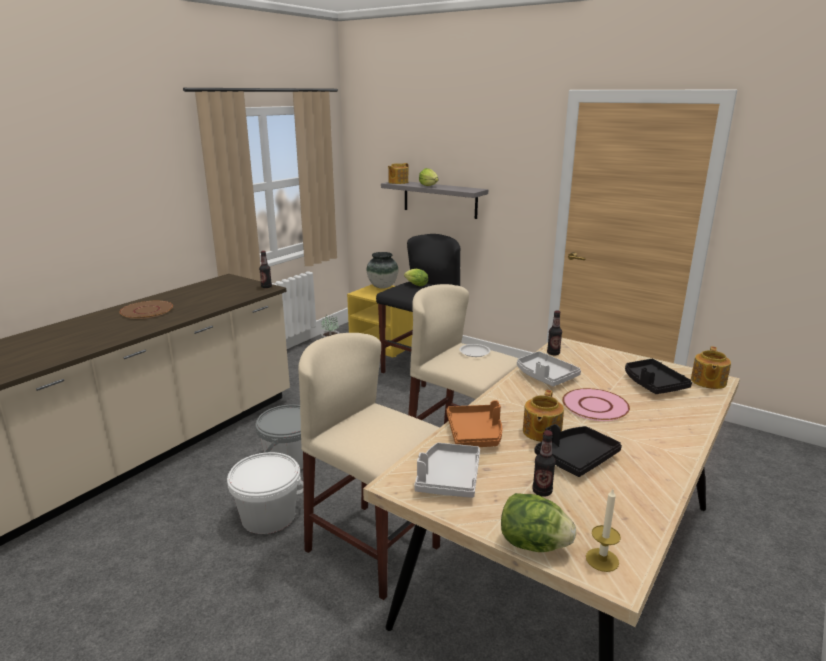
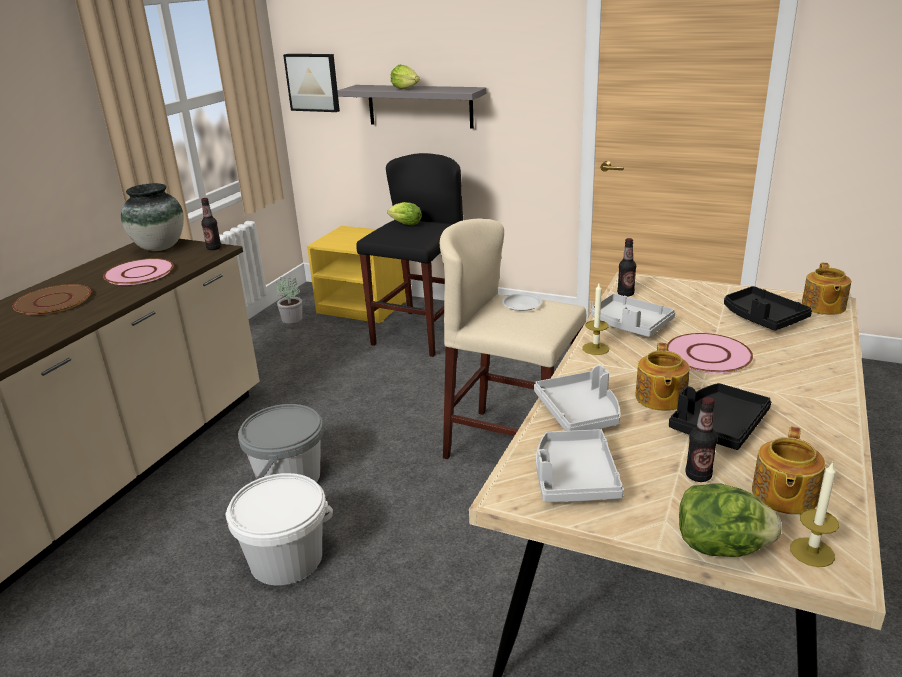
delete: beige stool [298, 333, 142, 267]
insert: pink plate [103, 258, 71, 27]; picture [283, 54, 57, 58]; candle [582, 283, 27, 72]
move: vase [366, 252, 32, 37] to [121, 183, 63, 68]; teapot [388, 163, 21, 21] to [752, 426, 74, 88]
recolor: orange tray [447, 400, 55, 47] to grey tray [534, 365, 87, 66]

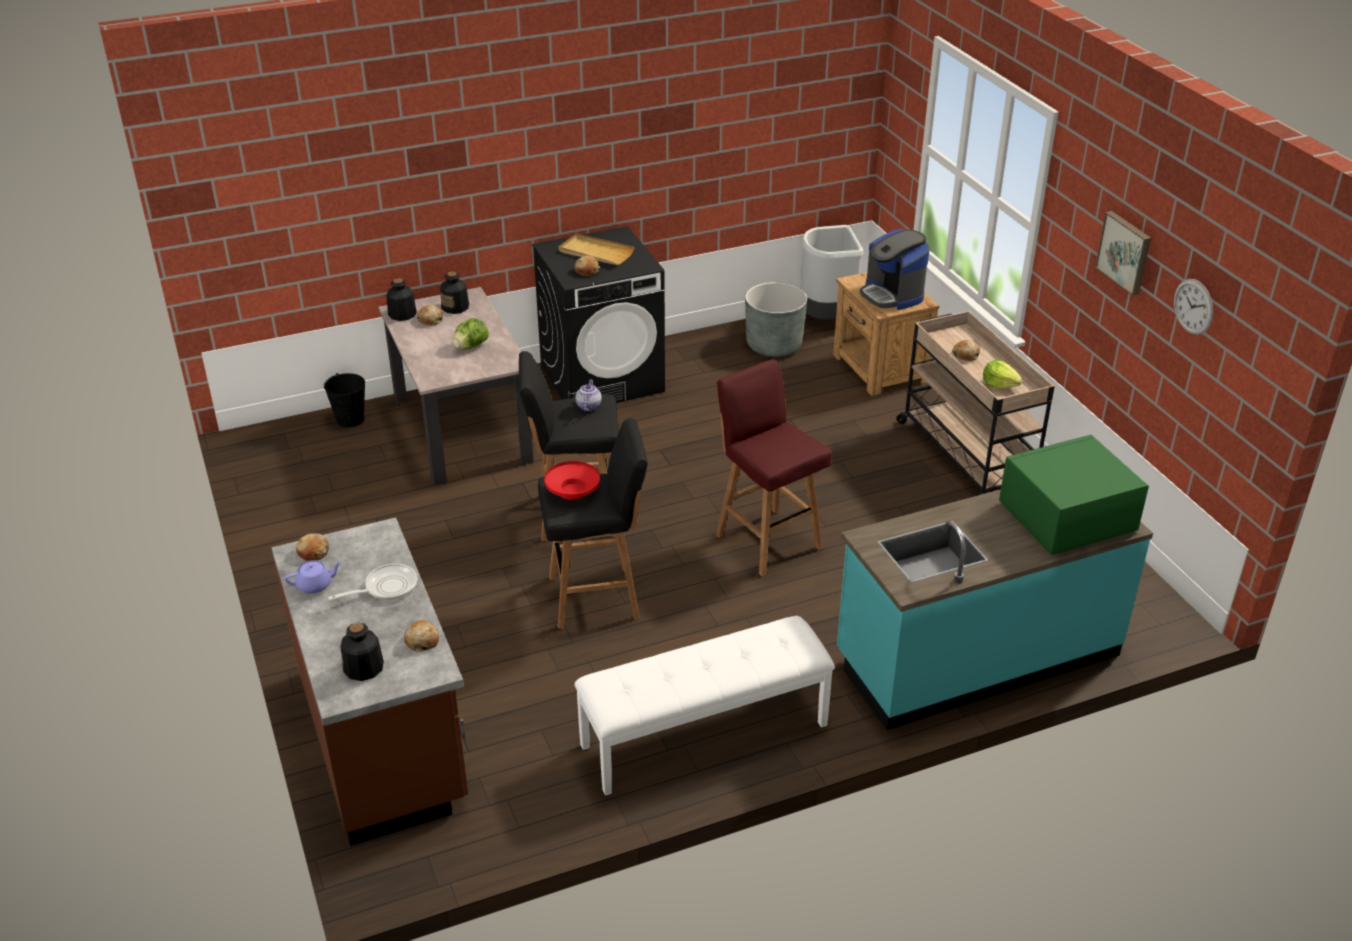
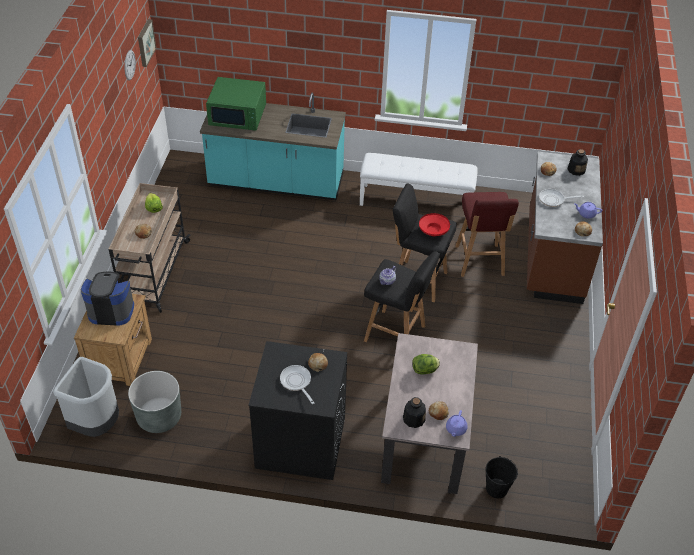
move: picture [1095, 211, 56, 85] to [138, 19, 18, 48]; red stool [716, 359, 116, 217] to [455, 192, 64, 85]
replace: beige tray [559, 234, 76, 31] to frying pan [280, 365, 34, 39]; bottle [386, 278, 31, 43] to purple teapot [446, 410, 22, 27]
rotate: coffee machine [860, 229, 70, 81] = [81, 272, 53, 53] 90 degrees counterclockwise

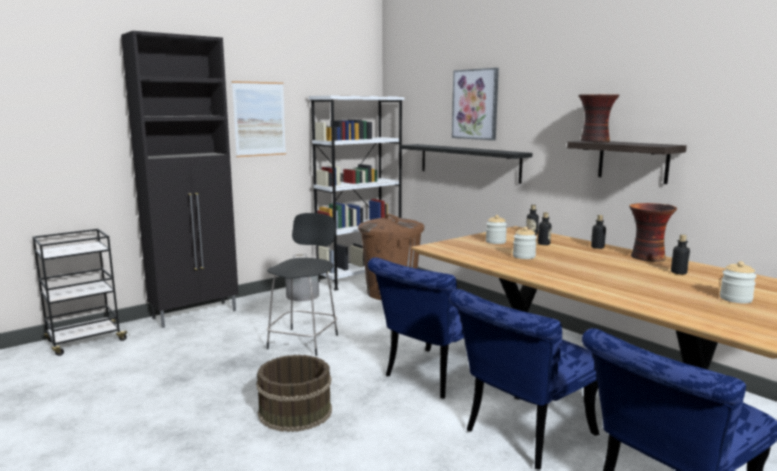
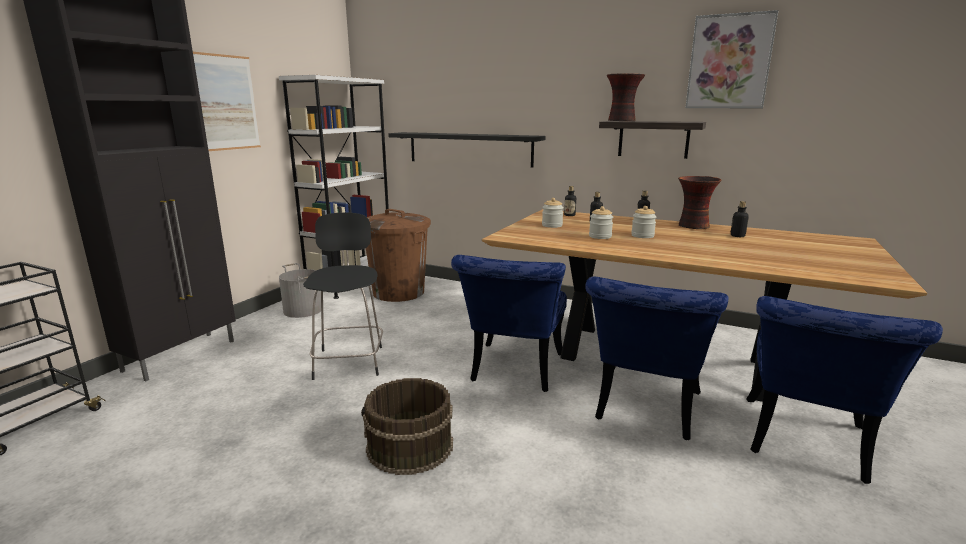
move: jar [720, 261, 37, 43] to [631, 206, 26, 32]; picture [452, 68, 47, 72] to [685, 10, 94, 98]

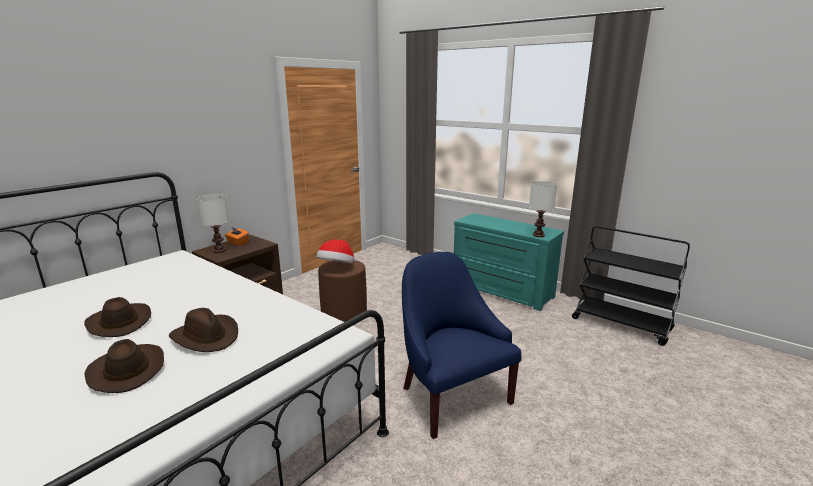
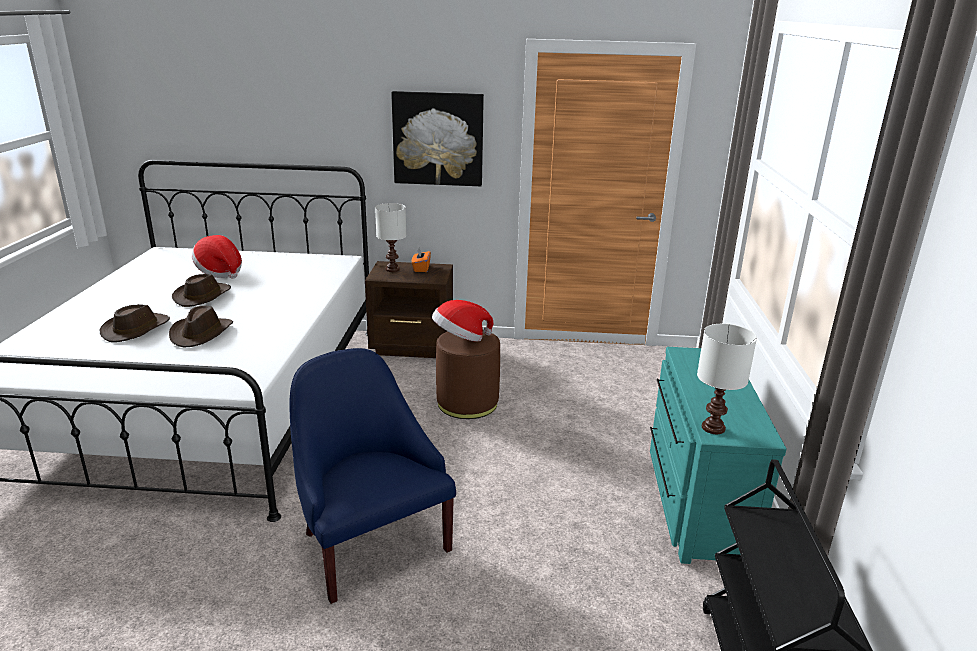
insert: hat [192, 235, 50, 44]; picture [391, 91, 93, 95]
rotate: blue armchair [402, 252, 120, 187] = [289, 348, 167, 256] 60 degrees counterclockwise

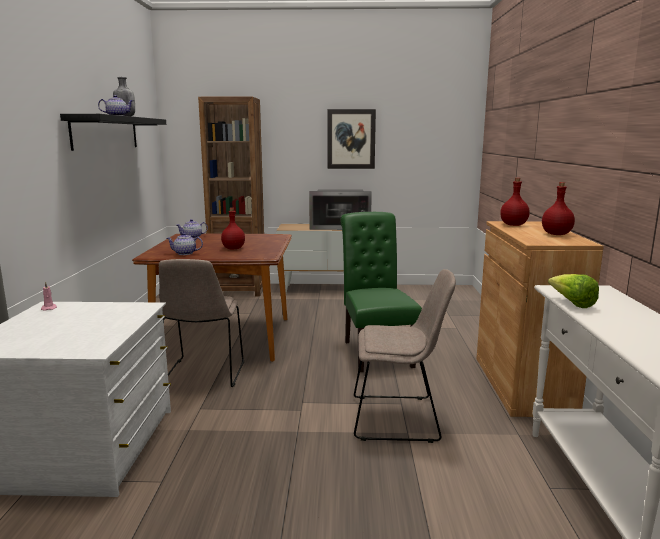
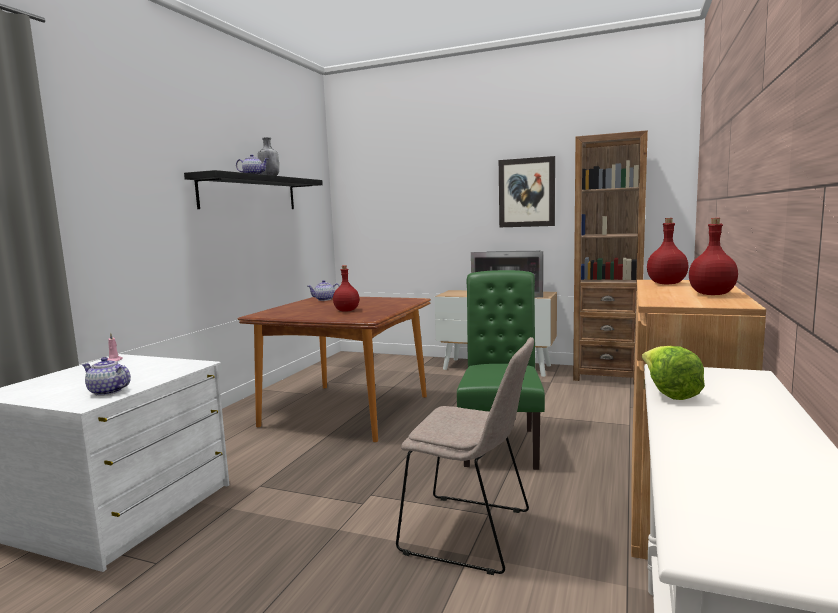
delete: beige chair [159, 259, 85, 128]
move: teapot [166, 233, 37, 22] to [82, 357, 49, 39]; brown bookcase [198, 97, 66, 200] to [573, 130, 75, 255]

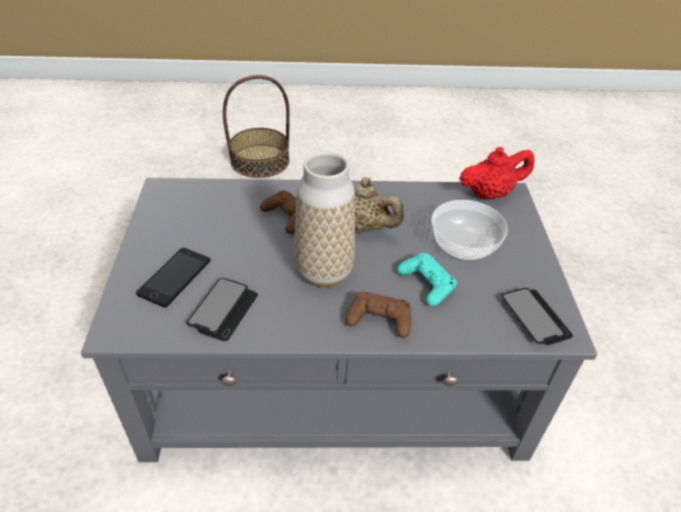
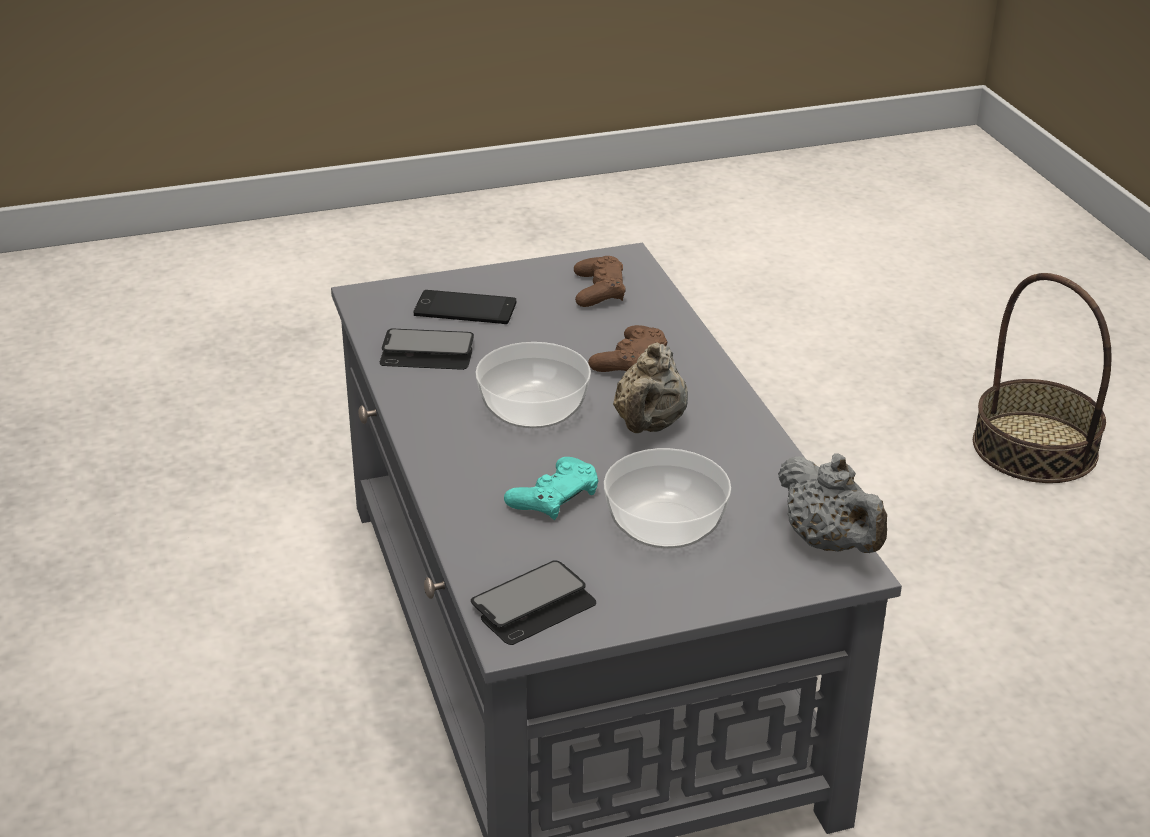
move: brown game controller [345, 292, 66, 46] to [574, 256, 52, 51]
replace: vase [294, 151, 61, 136] to bowl [475, 342, 116, 86]
recolor: red teapot [459, 147, 76, 53] to grey teapot [778, 454, 109, 99]

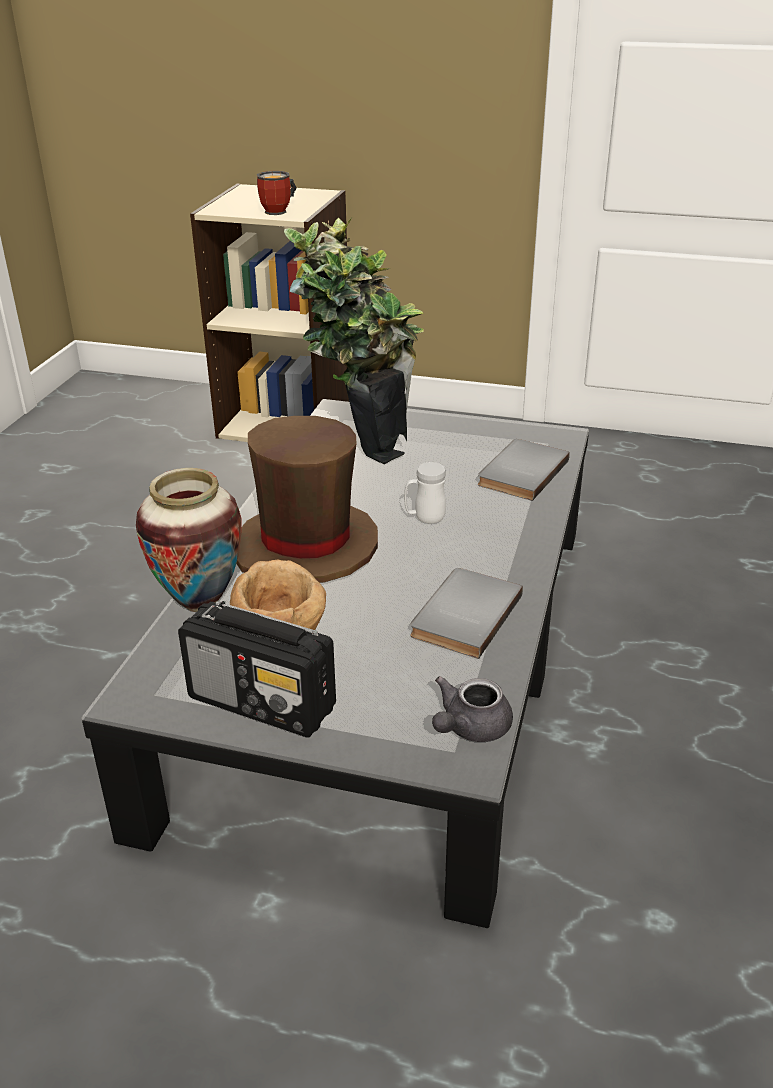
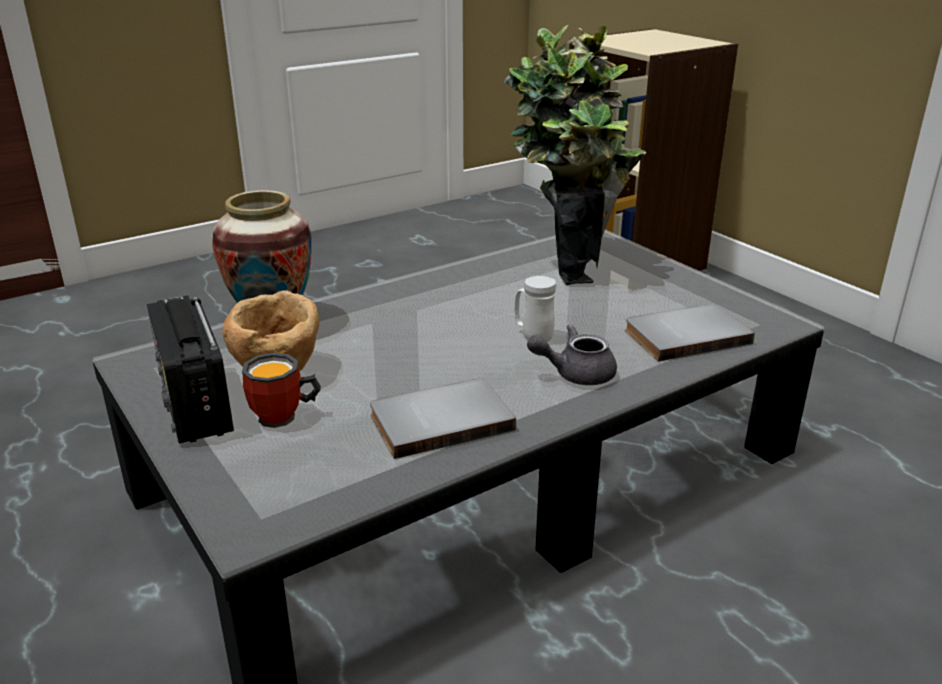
delete: brown hat [236, 416, 142, 167]
move: mug [257, 171, 40, 44] to [242, 352, 79, 76]; grey teapot [432, 676, 81, 66] to [527, 324, 90, 61]

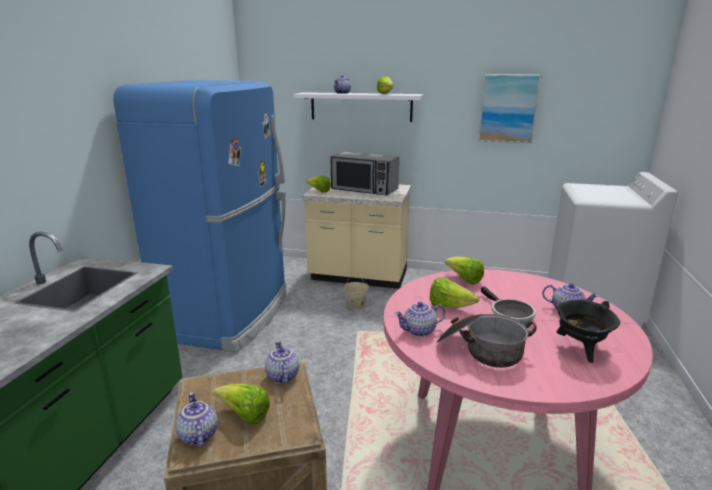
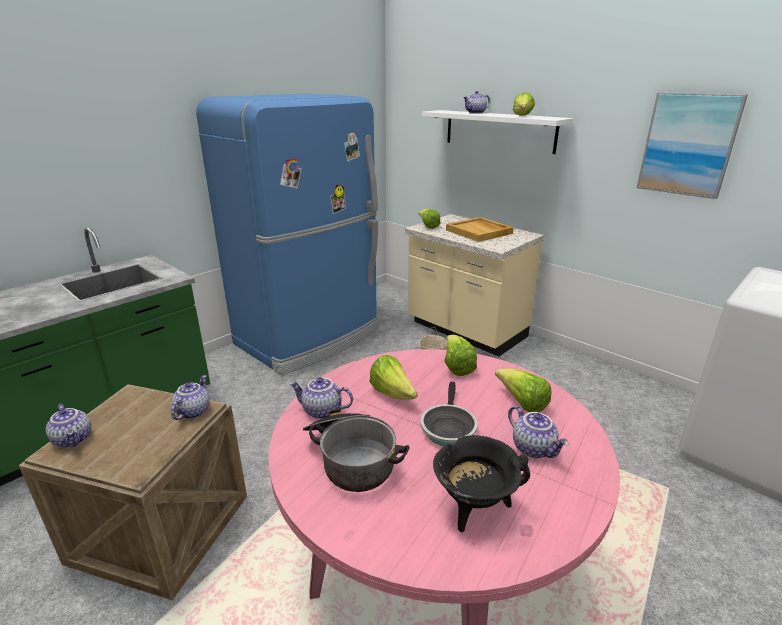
move: lettuce [213, 384, 57, 40] to [495, 369, 56, 43]
replace: microwave [330, 152, 69, 43] to beige tray [446, 217, 68, 25]
rotate: teapot [175, 392, 43, 56] = [46, 404, 45, 44] 135 degrees clockwise

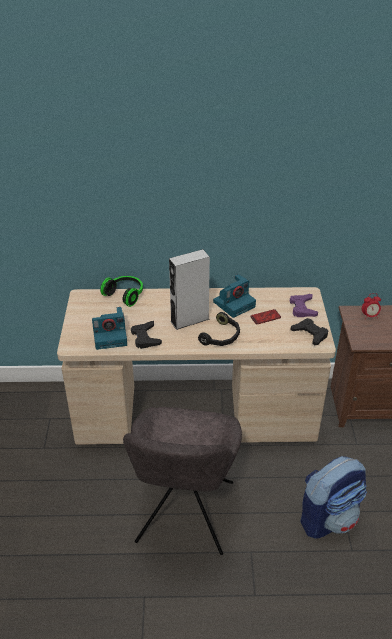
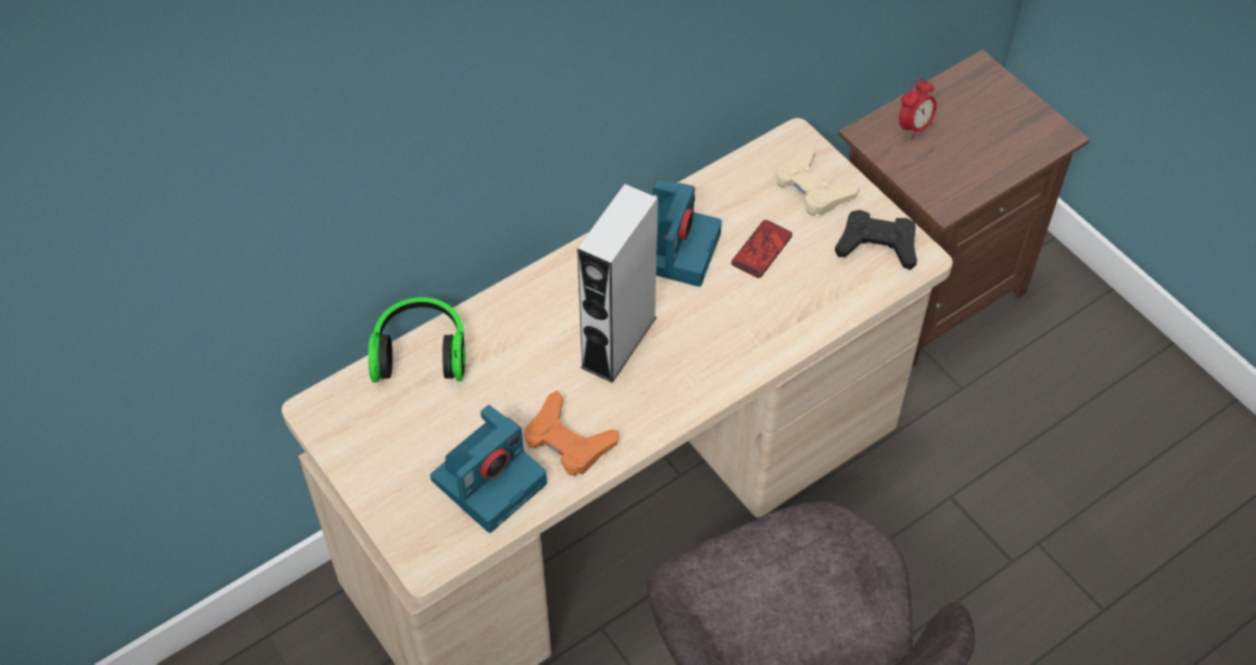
delete: black headphones [198, 312, 42, 34]; backpack [300, 456, 67, 83]
recolor: black game controller [131, 321, 31, 28] to orange game controller [524, 390, 95, 86]; purple game controller [290, 294, 28, 23] to beige game controller [776, 143, 84, 73]

